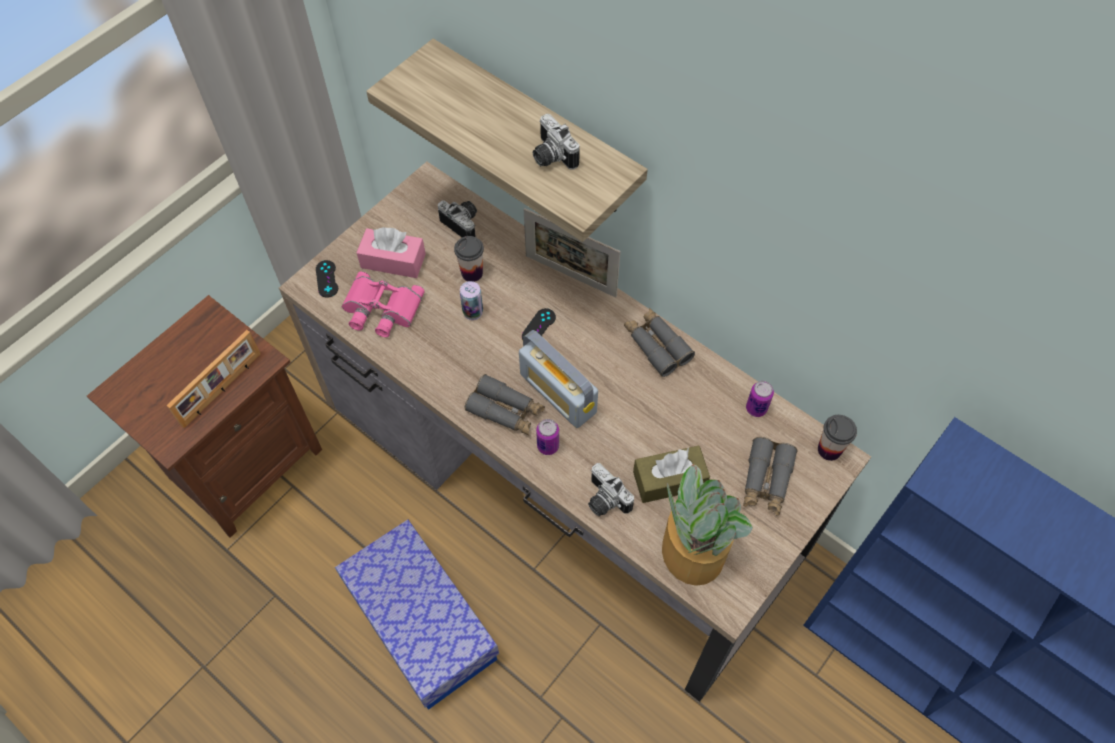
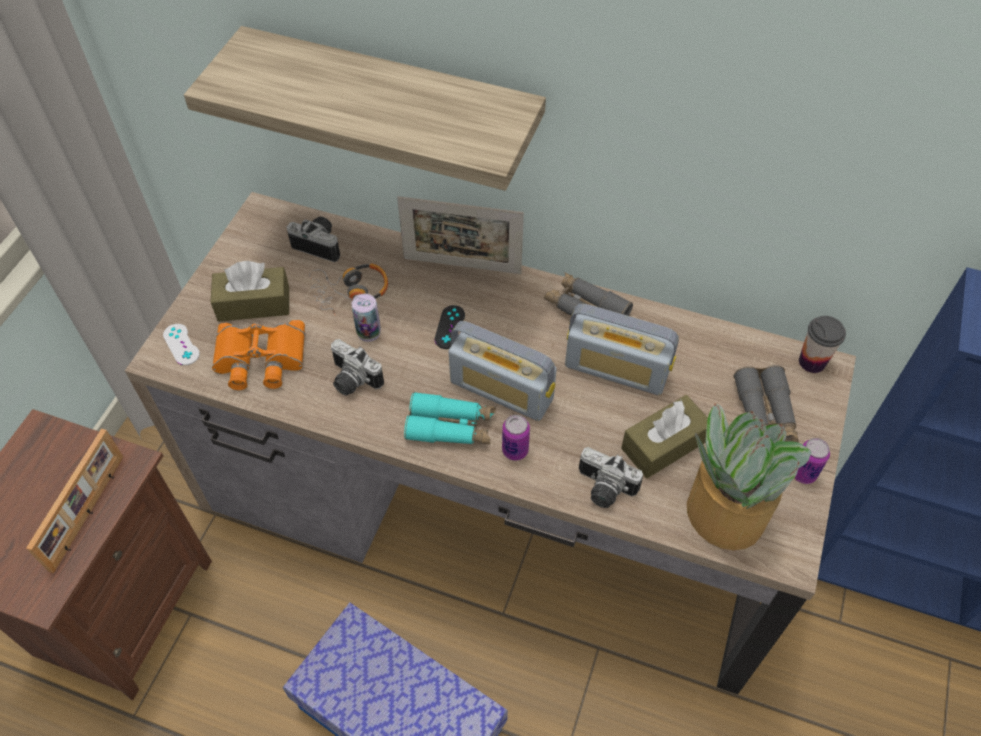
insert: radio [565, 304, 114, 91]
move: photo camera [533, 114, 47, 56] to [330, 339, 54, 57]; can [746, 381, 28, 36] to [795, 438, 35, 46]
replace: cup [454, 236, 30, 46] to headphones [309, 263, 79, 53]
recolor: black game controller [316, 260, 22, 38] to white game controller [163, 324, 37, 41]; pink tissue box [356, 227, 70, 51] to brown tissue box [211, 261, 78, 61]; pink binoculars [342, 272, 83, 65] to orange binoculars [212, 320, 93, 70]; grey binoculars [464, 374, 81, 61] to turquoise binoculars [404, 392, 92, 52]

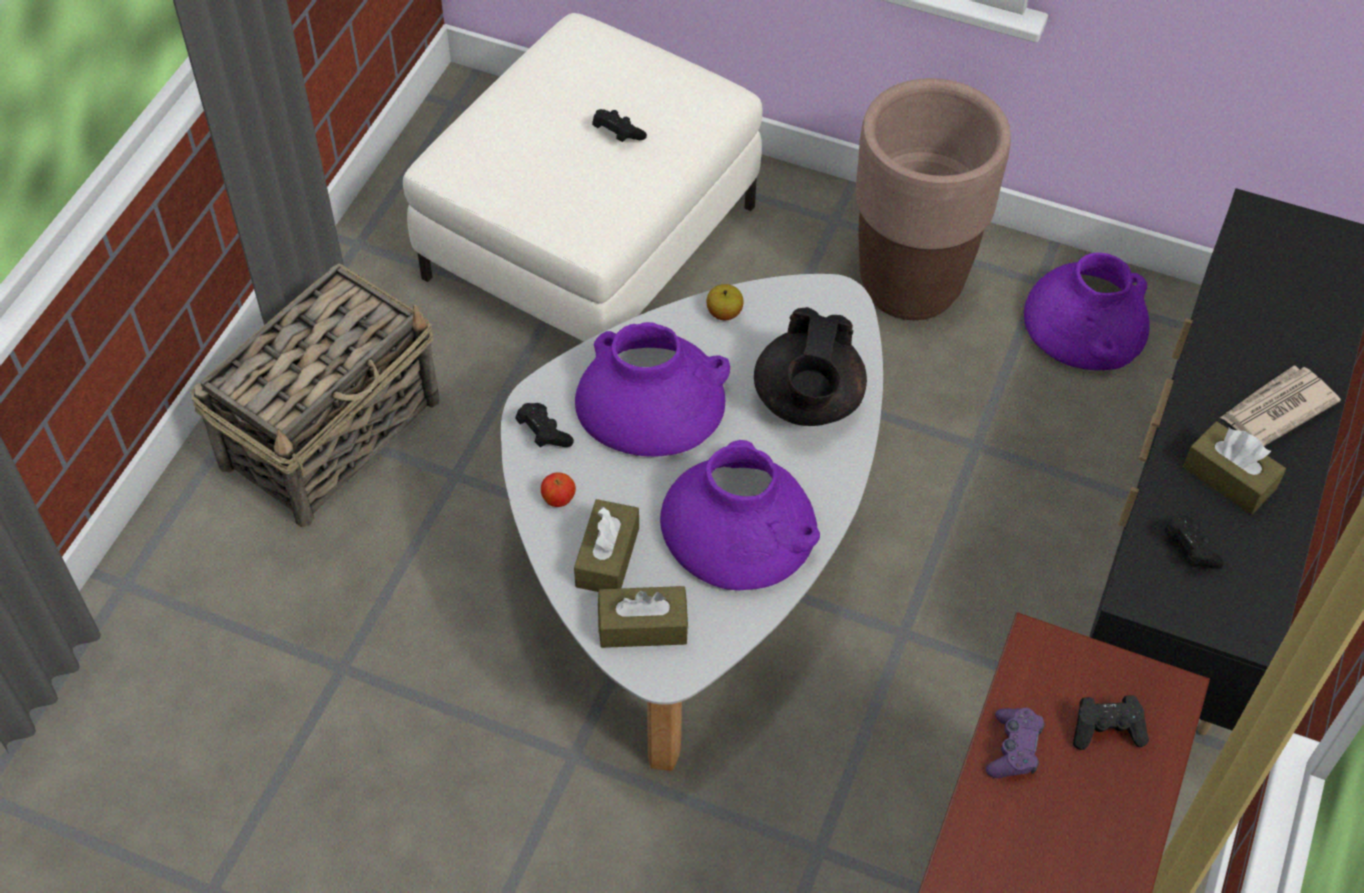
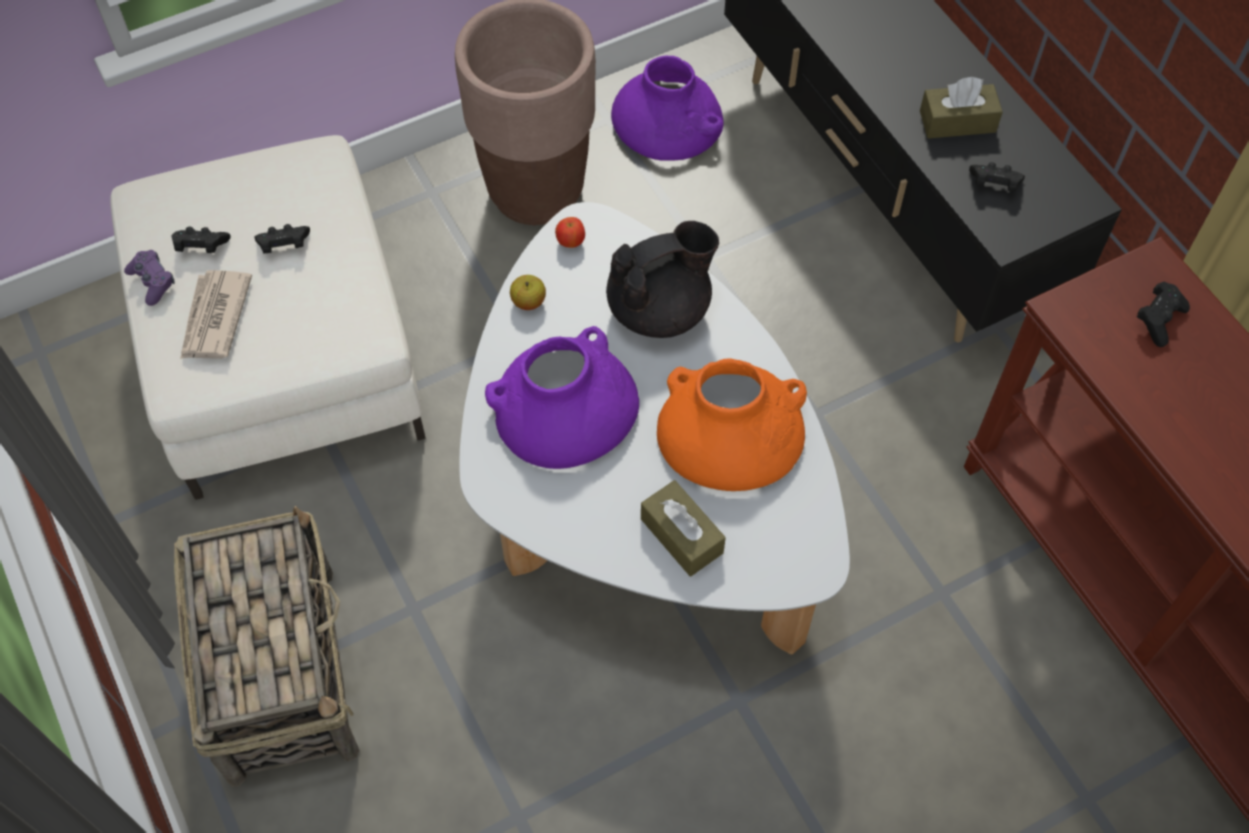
delete: brown tissue box [598, 586, 90, 62]
move: purple game controller [986, 708, 59, 70] to [124, 250, 51, 56]; black game controller [515, 403, 59, 44] to [171, 227, 60, 26]; newspaper [1220, 365, 121, 81] to [180, 270, 72, 89]; apple [541, 472, 35, 35] to [555, 217, 30, 31]
recolor: purple vase [660, 440, 160, 150] to orange vase [657, 358, 150, 133]
rotate: black teapot [754, 307, 113, 119] = [606, 221, 113, 117] 75 degrees counterclockwise

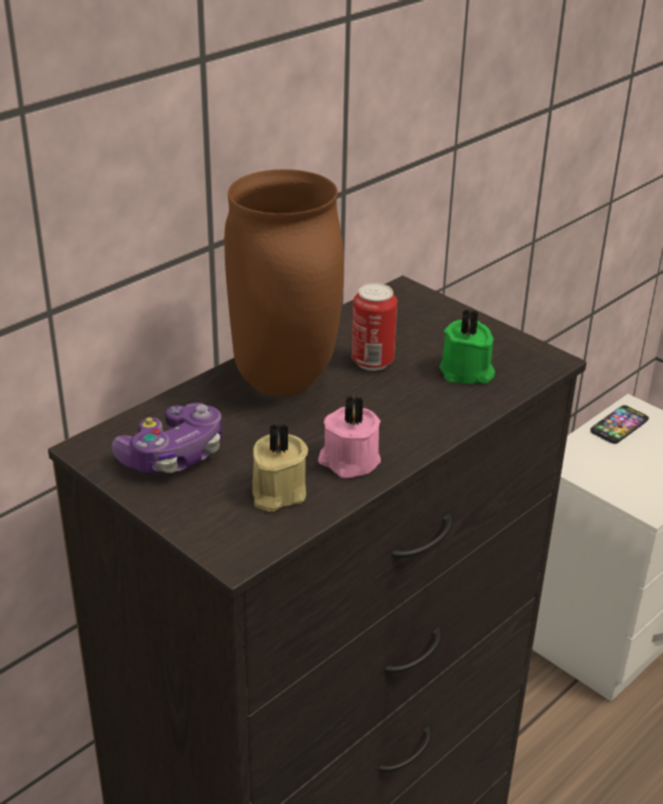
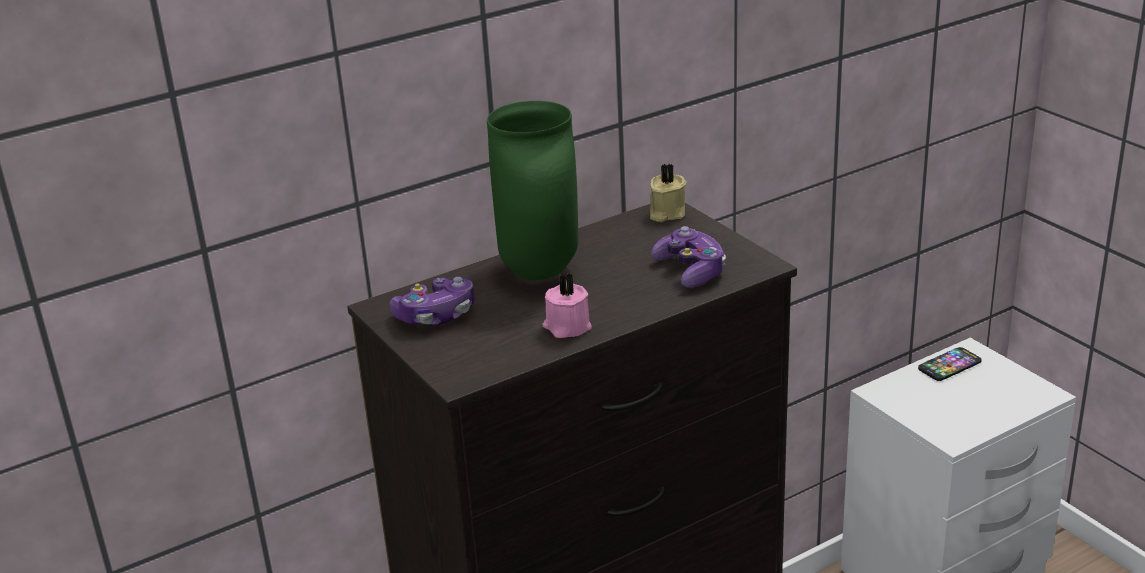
delete: can [352, 283, 45, 88]
move: beige candle [252, 422, 56, 90] to [650, 163, 37, 59]
replace: green candle [439, 309, 56, 75] to game controller [651, 226, 75, 62]
recolor: brown vase [224, 169, 120, 227] to green vase [487, 101, 91, 179]

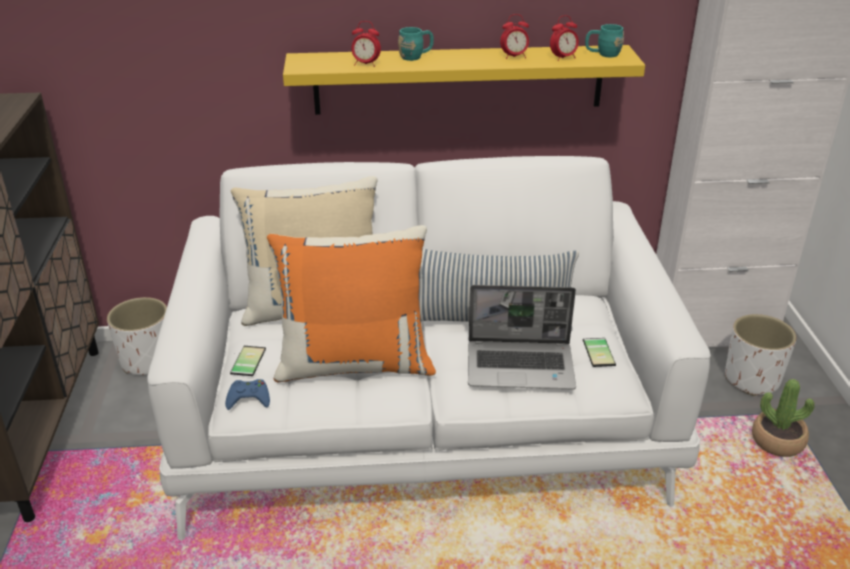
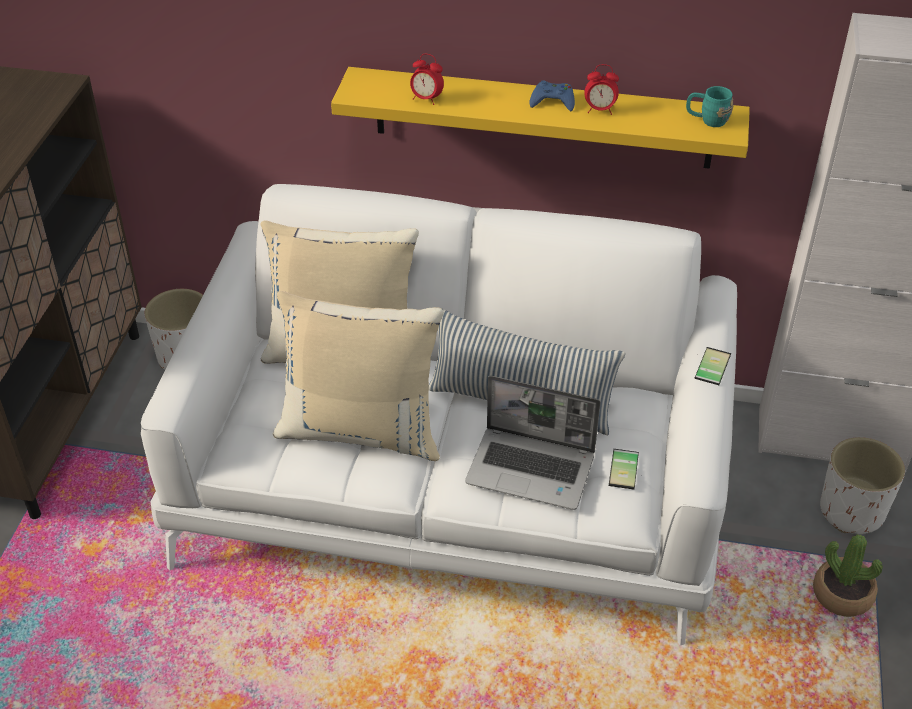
delete: turquoise mug [398, 27, 36, 34]; alarm clock [550, 15, 29, 46]
move: blue game controller [225, 379, 45, 31] to [529, 80, 46, 31]; phone [230, 346, 36, 30] to [694, 347, 37, 38]
recolor: orange pillow [267, 225, 169, 157] to beige pillow [273, 291, 171, 170]

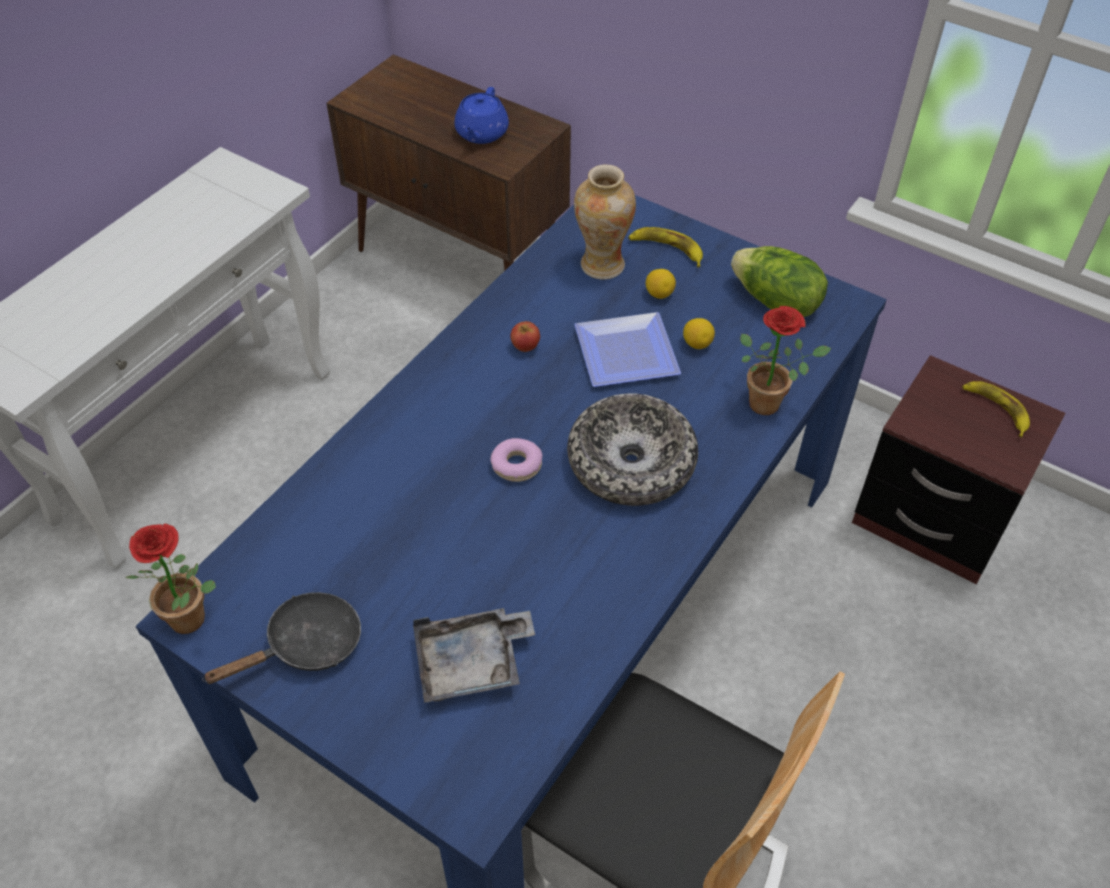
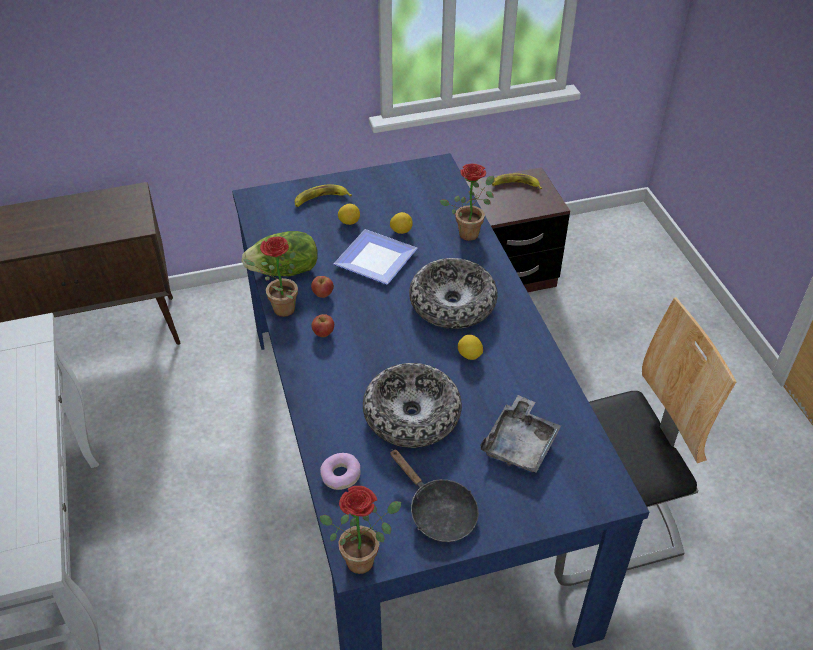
delete: blue teapot [454, 87, 55, 57]; vase [574, 165, 62, 114]
insert: potted plant [243, 236, 55, 81]; apple [312, 314, 22, 23]; bowl [363, 363, 99, 85]; lemon [458, 335, 25, 25]
move: lettuce [731, 246, 97, 71] to [242, 231, 75, 45]; donut [490, 438, 53, 44] to [320, 453, 41, 37]
rotate: black frying pan [202, 592, 159, 92] = [390, 449, 89, 93] 135 degrees clockwise

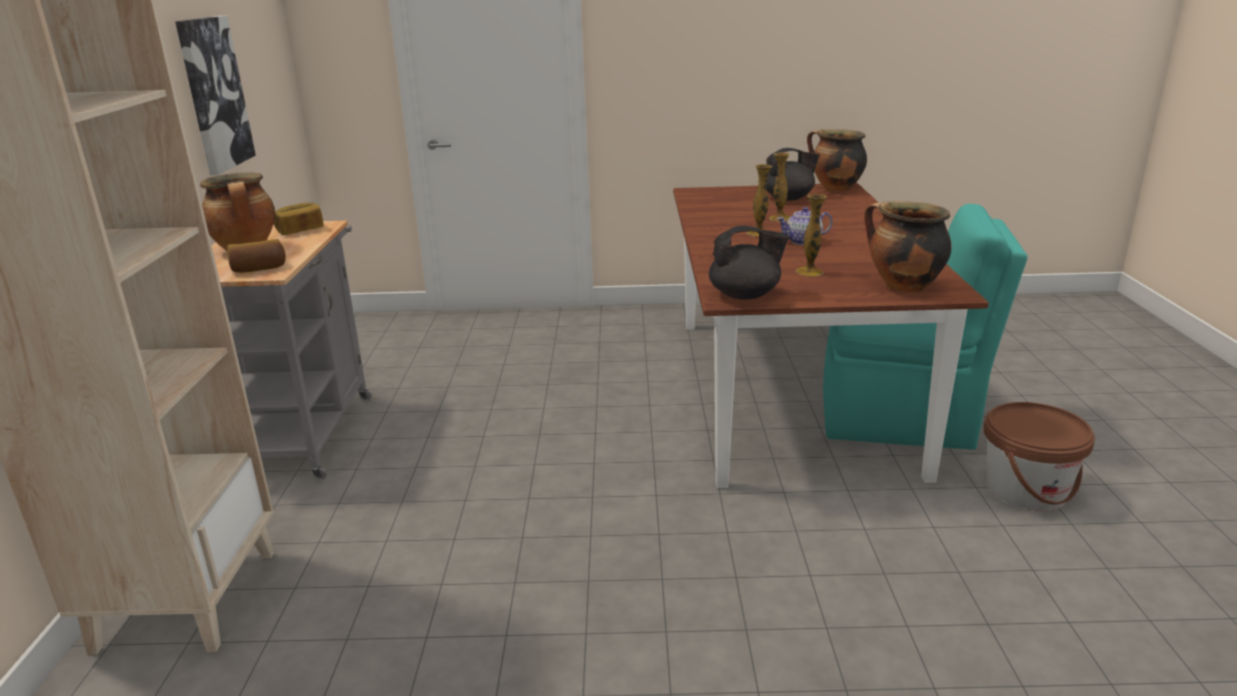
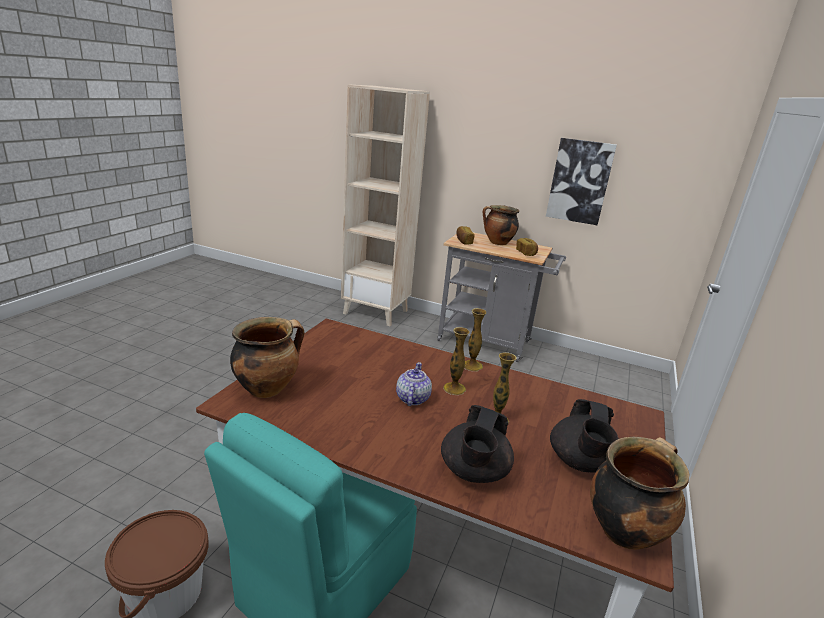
move: black teapot [709, 226, 80, 74] to [441, 405, 73, 78]; vase [796, 194, 31, 83] to [464, 308, 22, 64]

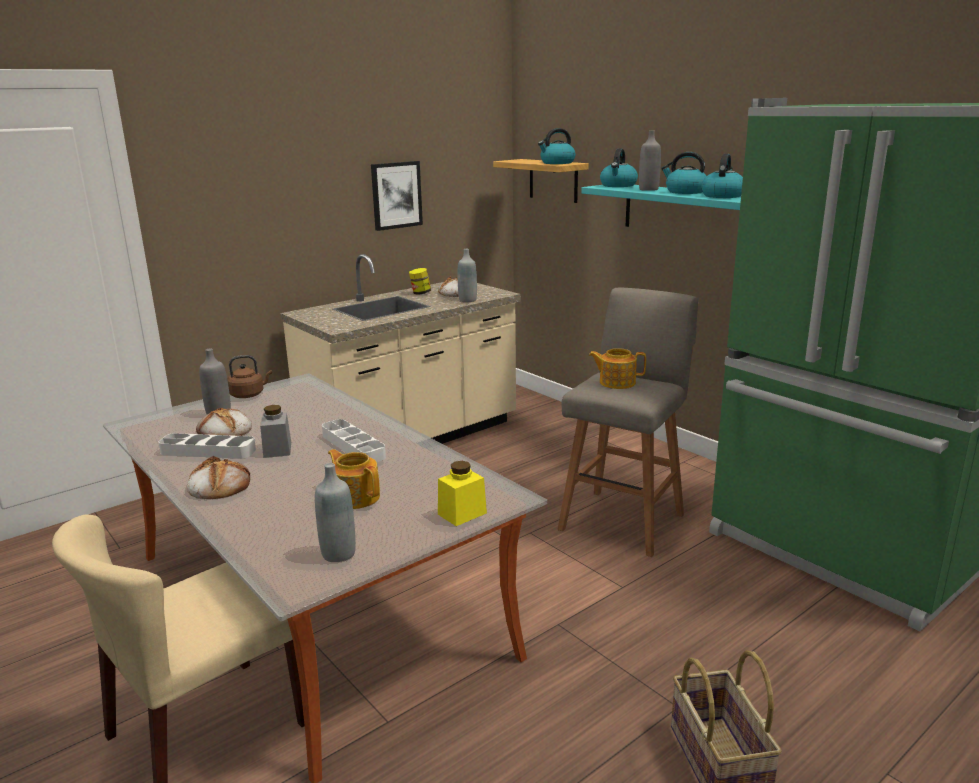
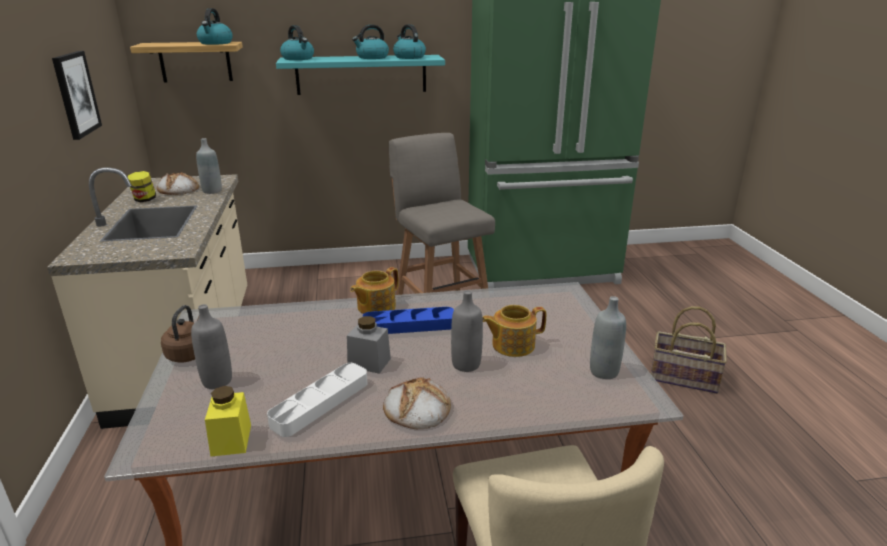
delete: bread [196, 407, 56, 29]
move: yellow jar [438, 461, 49, 65] to [205, 386, 46, 70]; teapot [588, 348, 58, 41] to [350, 267, 48, 47]; grey bottle [639, 130, 22, 61] to [451, 290, 32, 82]
recolor: white tray [322, 419, 64, 43] to blue tray [363, 307, 91, 27]

